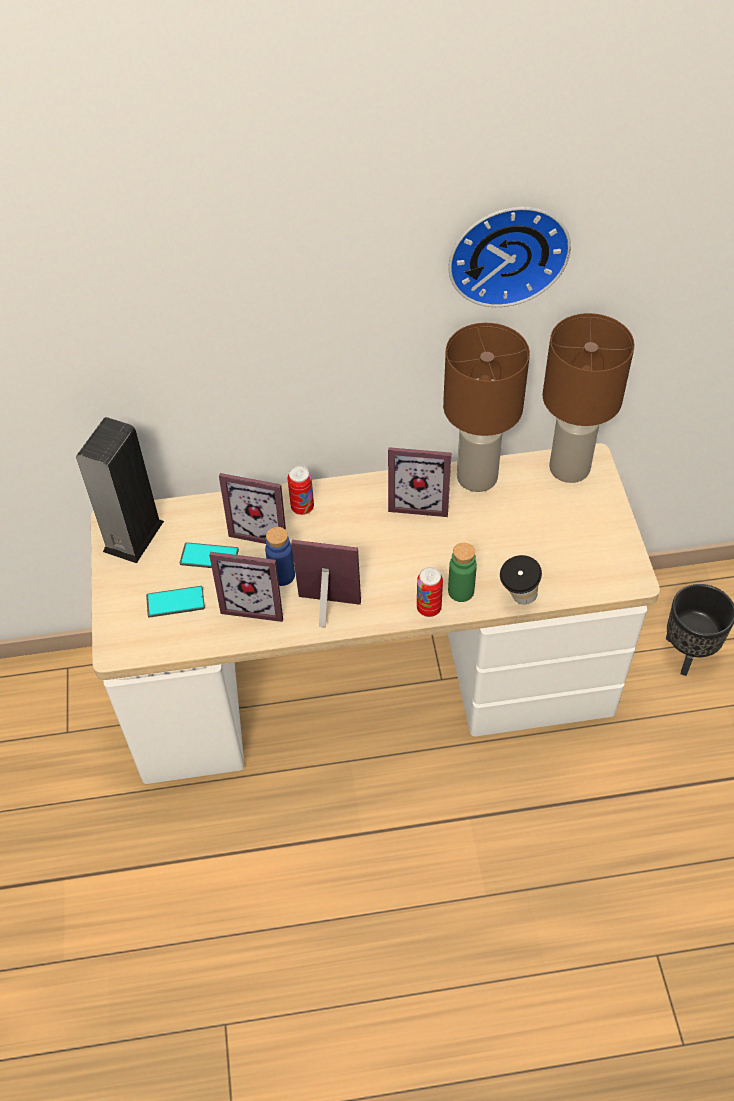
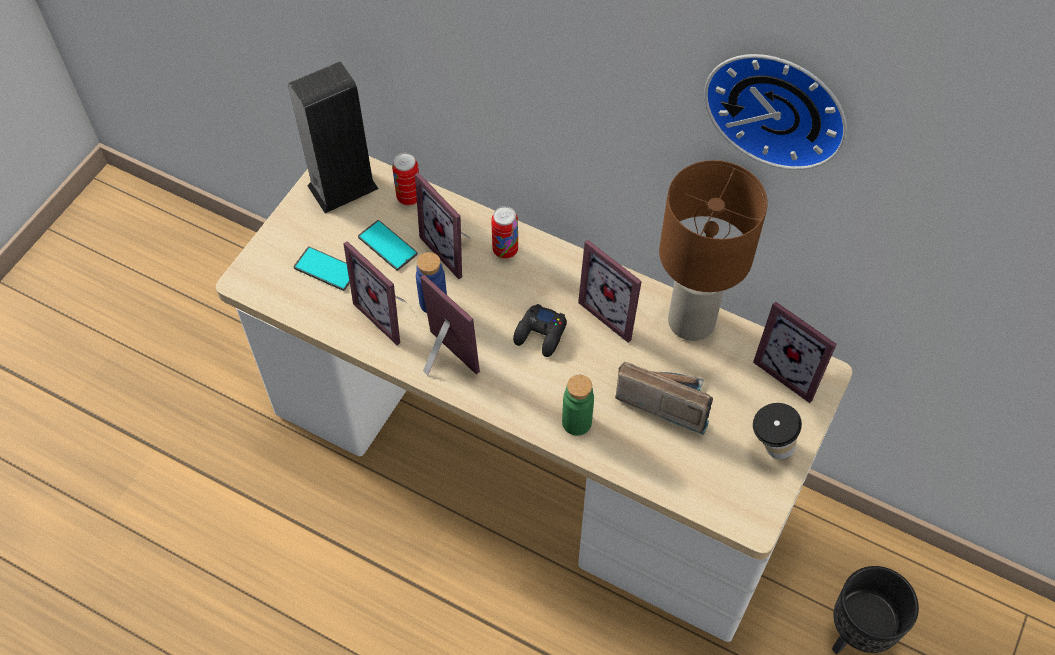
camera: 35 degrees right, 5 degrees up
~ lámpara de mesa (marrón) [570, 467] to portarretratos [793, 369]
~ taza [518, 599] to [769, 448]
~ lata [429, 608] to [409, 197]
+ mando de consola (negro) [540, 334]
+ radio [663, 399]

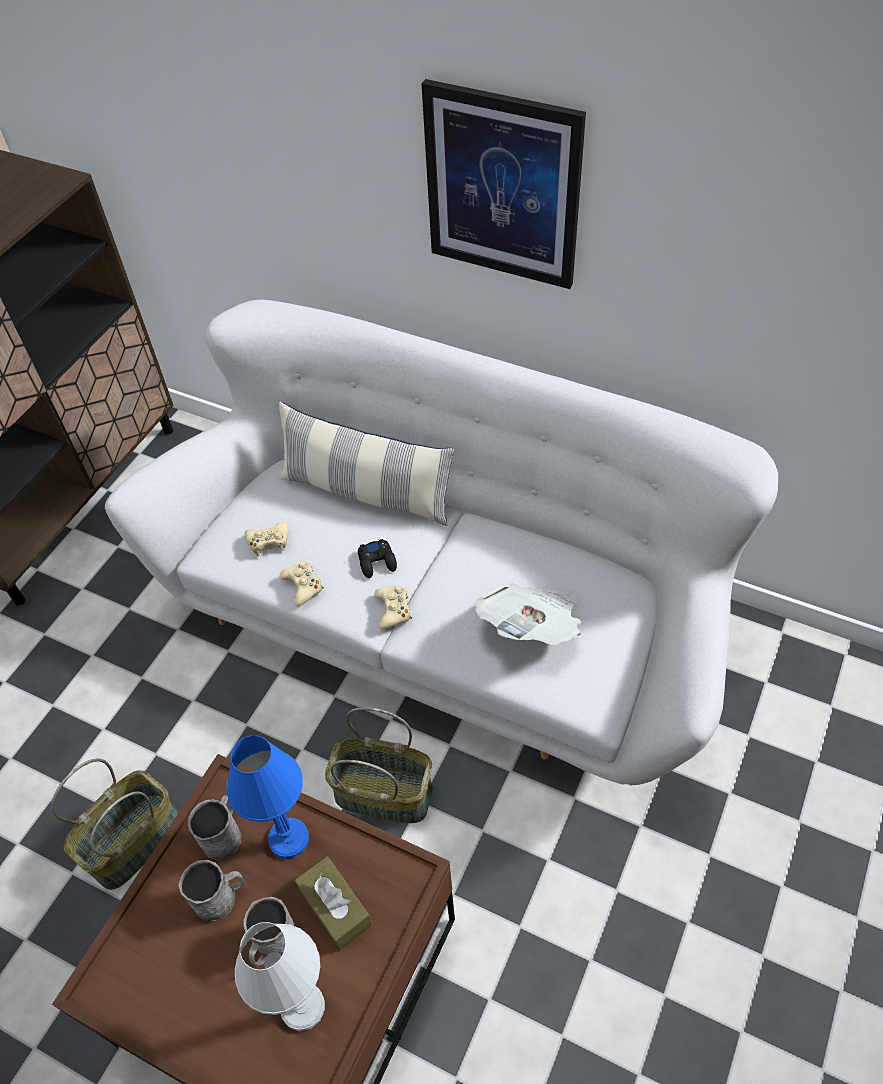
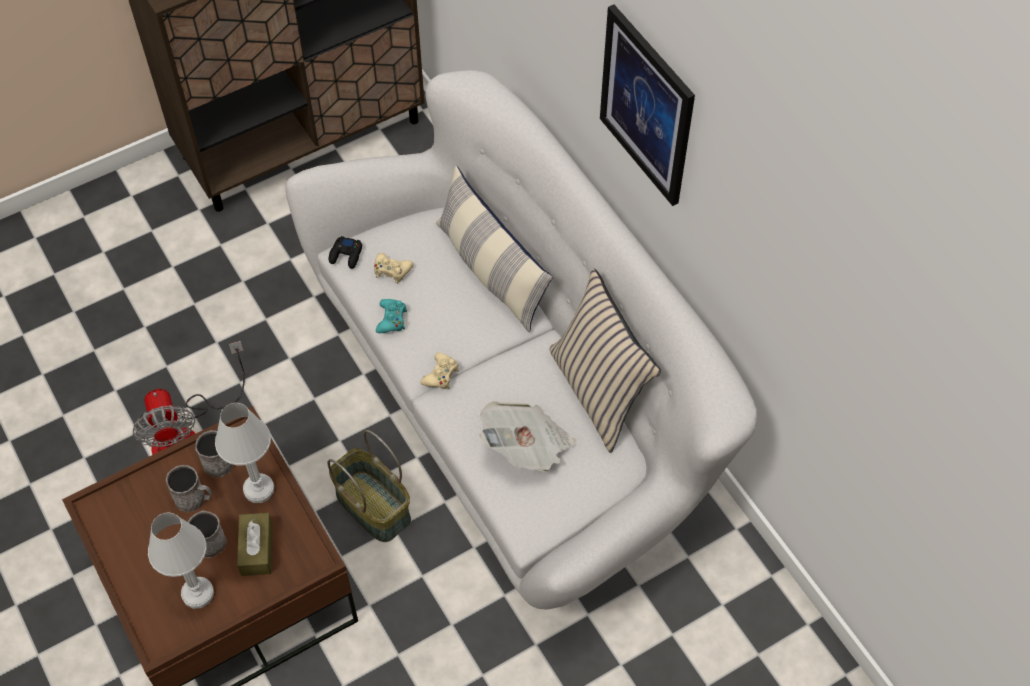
camera: 30 degrees right, 5 degrees up
~ mando de consola (negro) [377, 562] to [346, 255]
~ mando de consola (beis) [303, 586] to mando de consola (turquesa) [392, 319]
~ lámpara de mesa (azul) [289, 839] to lámpara de mesa (blanco) [259, 489]
~ cesta [133, 840] to ventilador [188, 434]
+ cojín (beis) [598, 392]

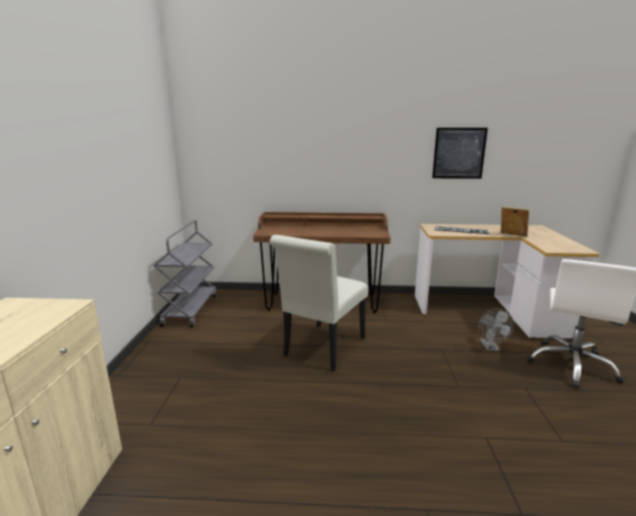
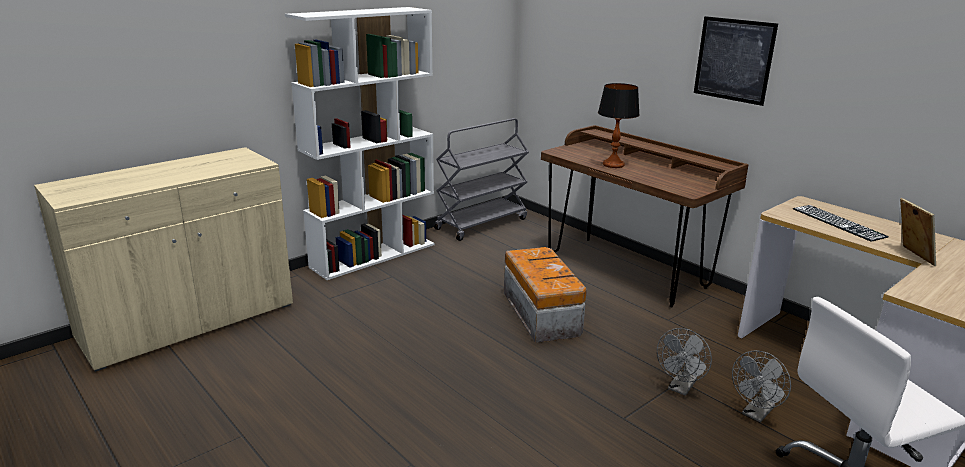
camera: 45 degrees right, 5 degrees up
~ cuadro [459, 153] to [734, 60]
~ silla (blanco) [322, 349] to caja de almacenaje [541, 313]
+ estantería (blanco) [374, 255]
+ lámpara de mesa [613, 164]
+ ventilador (gris) [680, 388]

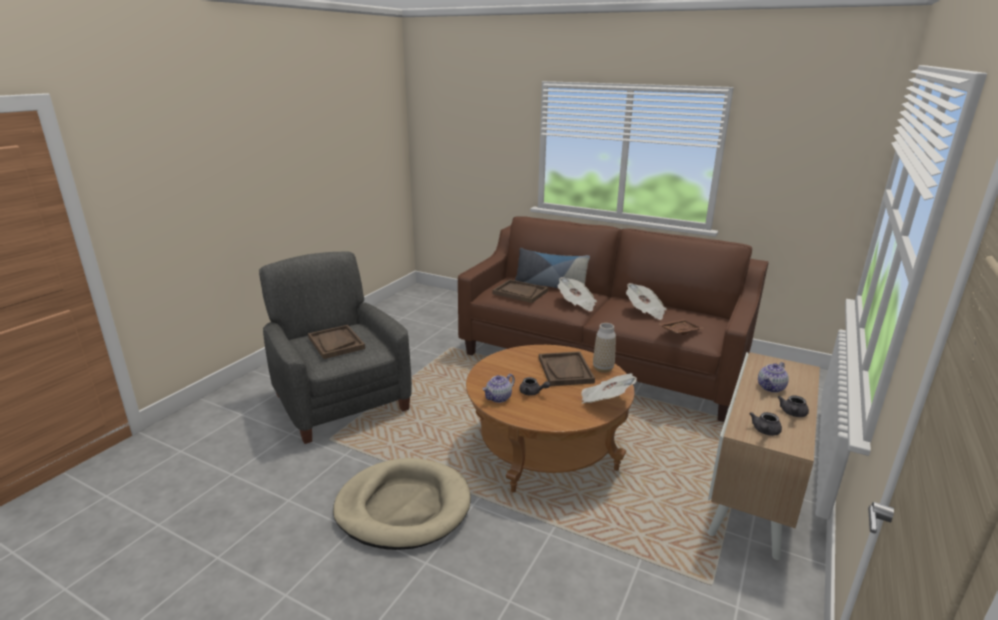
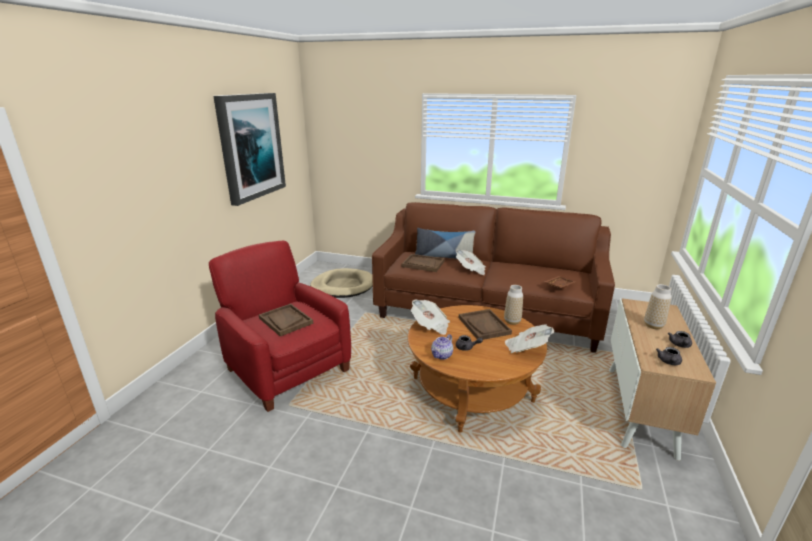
camera: 10 degrees left, 0 degrees up
~ sillón (gris) [341, 401] to sillón (rojo) [287, 369]
~ periódico [645, 312] to [430, 326]
~ tetera [771, 388] to florero [653, 326]
~ cama para perro (beis) [403, 507] to [343, 286]
+ cuadro [251, 146]

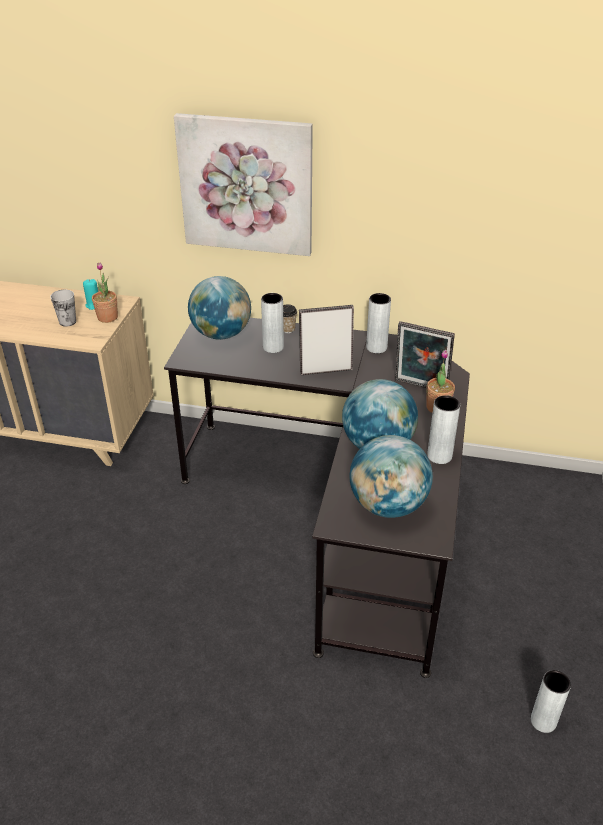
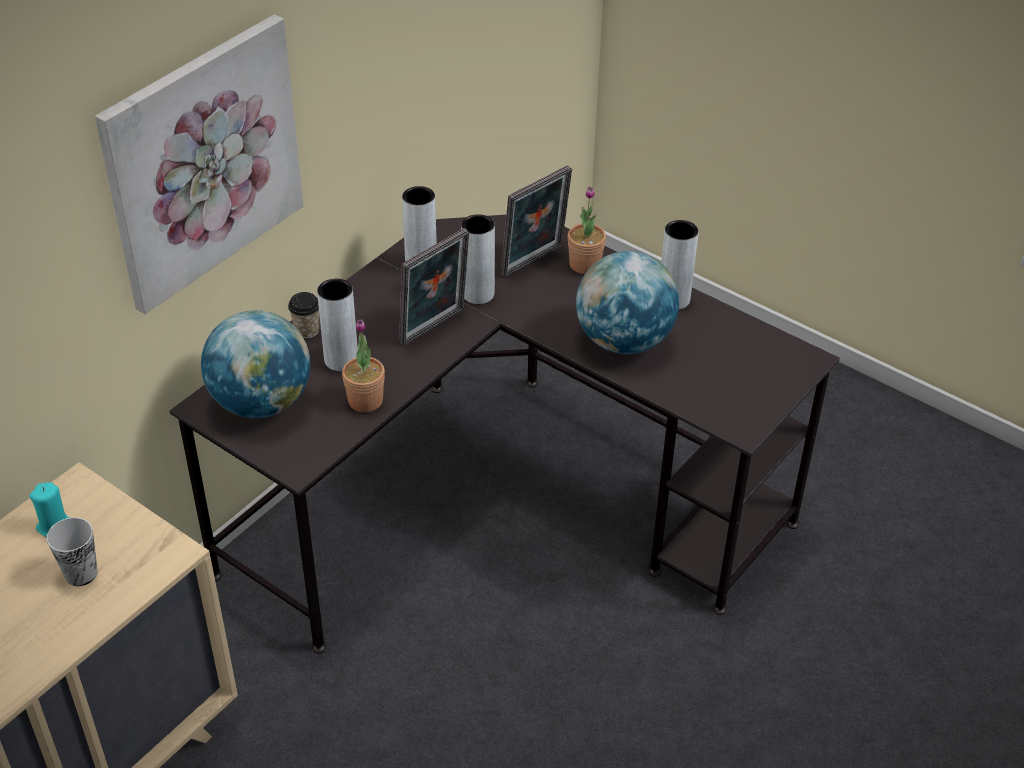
camera: 65 degrees left, 5 degrees up
~ planta en maceta [107, 317] to [365, 401]
~ portarretratos [325, 369] = [435, 328] 150 degrees counterclockwise
- globo terráqueo [387, 505]
~ florero (gris) [543, 721] to [478, 294]

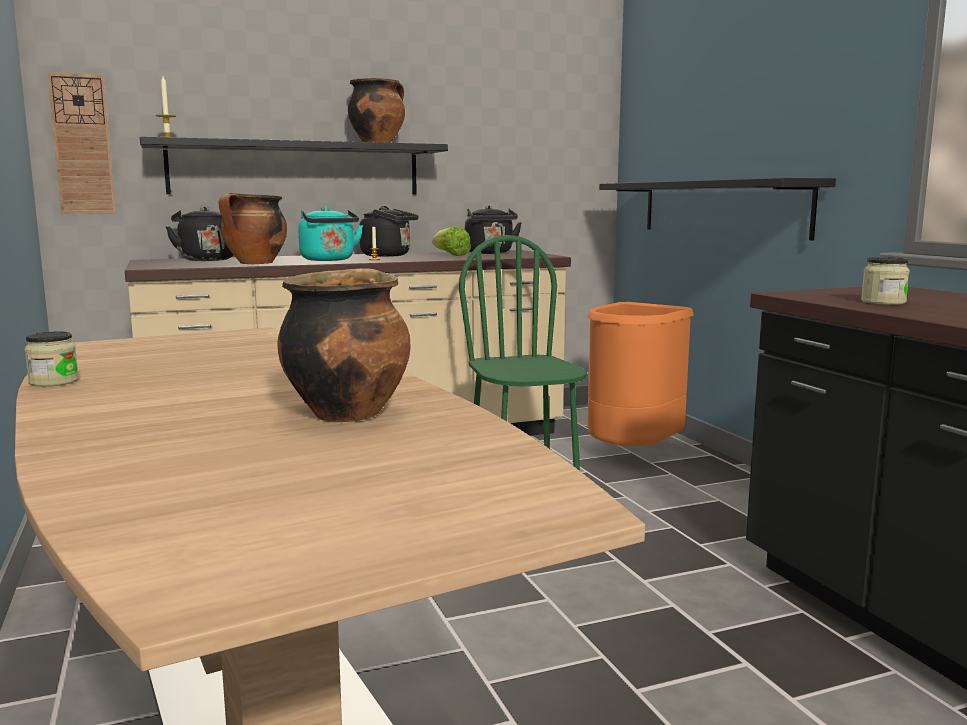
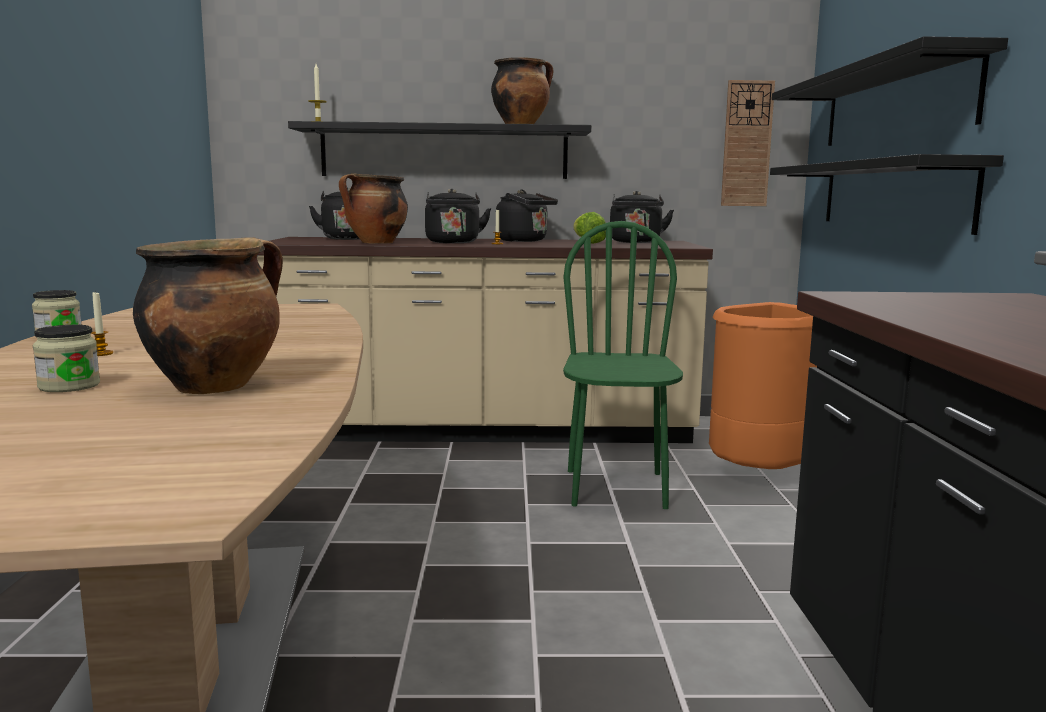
camera: 20 degrees right, 0 degrees up
~ reloj de pared [82, 144] to [747, 144]
~ hervidor (turquesa) [329, 260] to hervidor (negro) [453, 242]
~ tarro [883, 302] to [69, 386]
+ estante (negro) [894, 104]
+ vela [101, 354]

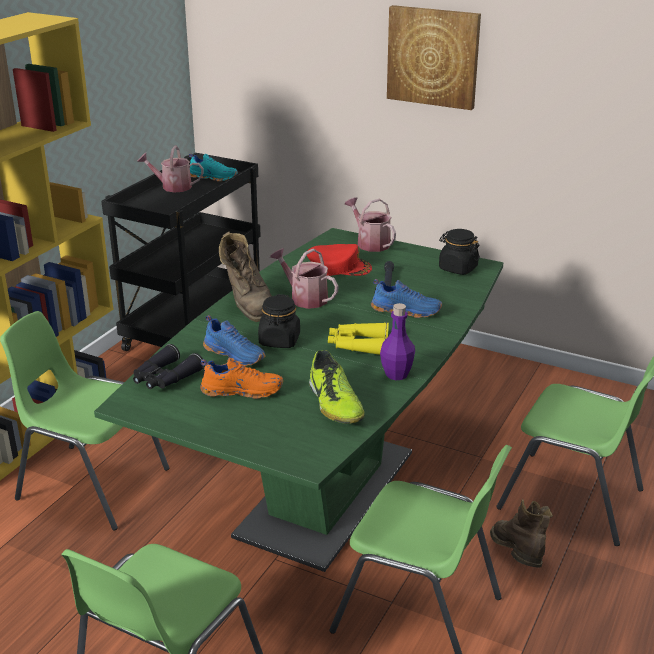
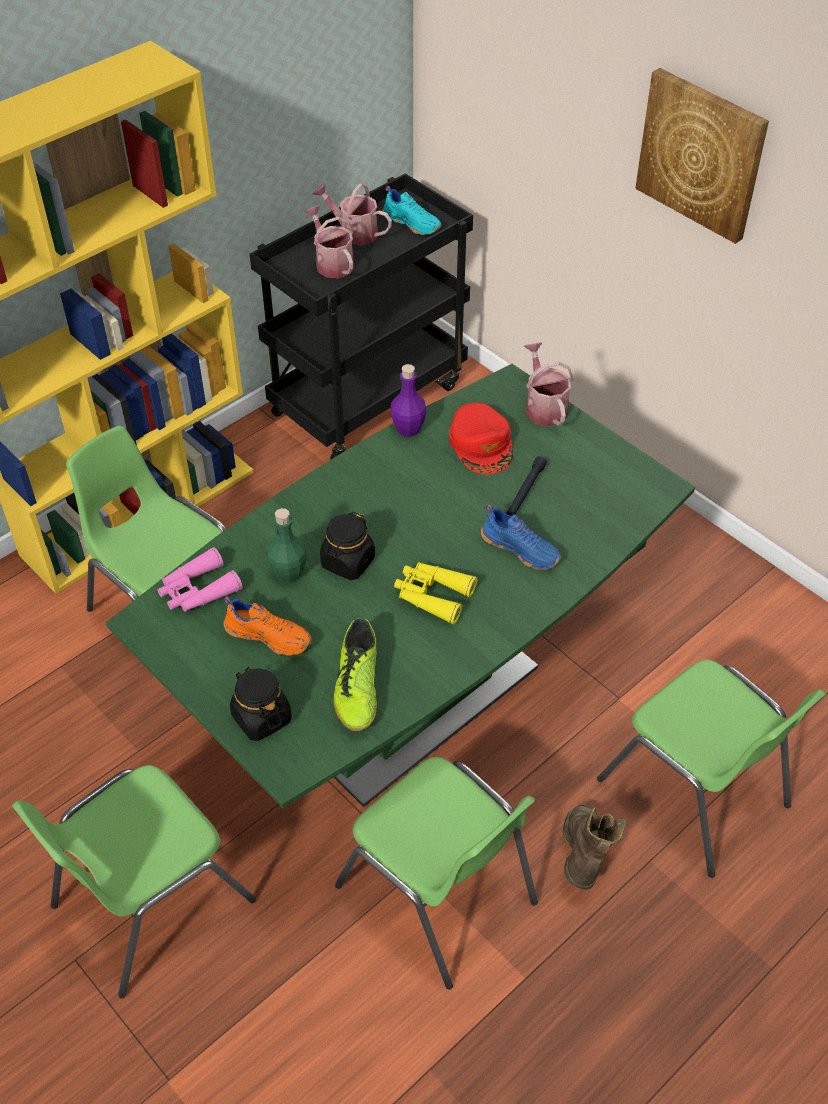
camera: 20 degrees right, 20 degrees up
~ tarro (negro) [457, 268] to [261, 718]
- bota (marrón) [248, 305]
~ gorra (rojo) [339, 267] = [482, 444] 45 degrees clockwise
~ regadera [305, 298] to [332, 263]
~ botella (morado) [396, 374] to [408, 429]
~ zapato (azul) [235, 354] to botella (verde) [288, 573]
~ prismáticos (negro) [165, 378] to prismáticos (rosa) [197, 591]

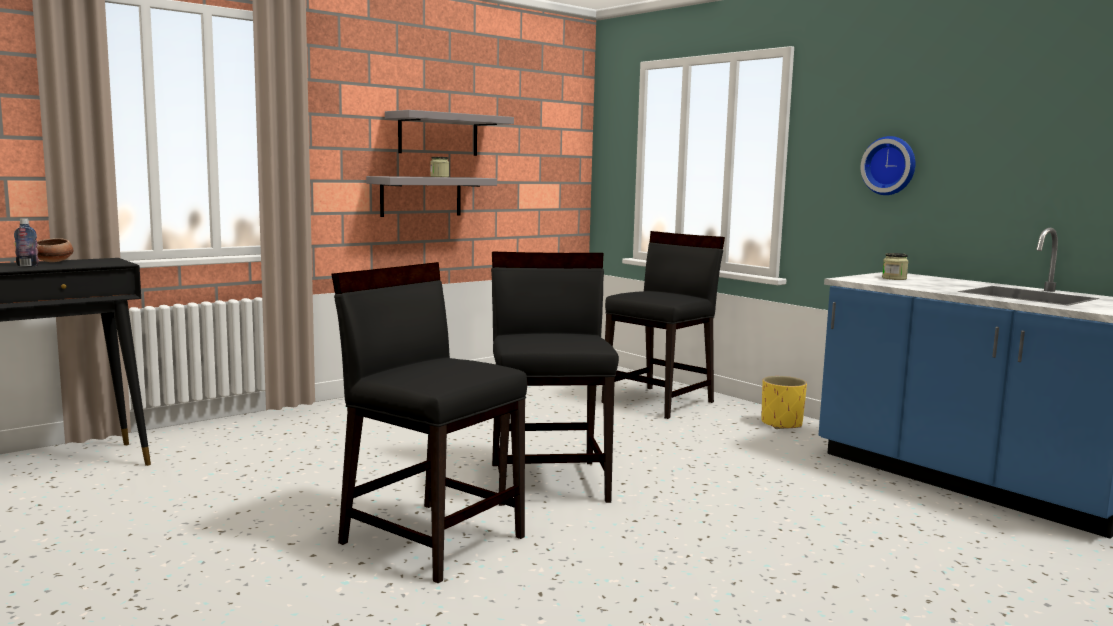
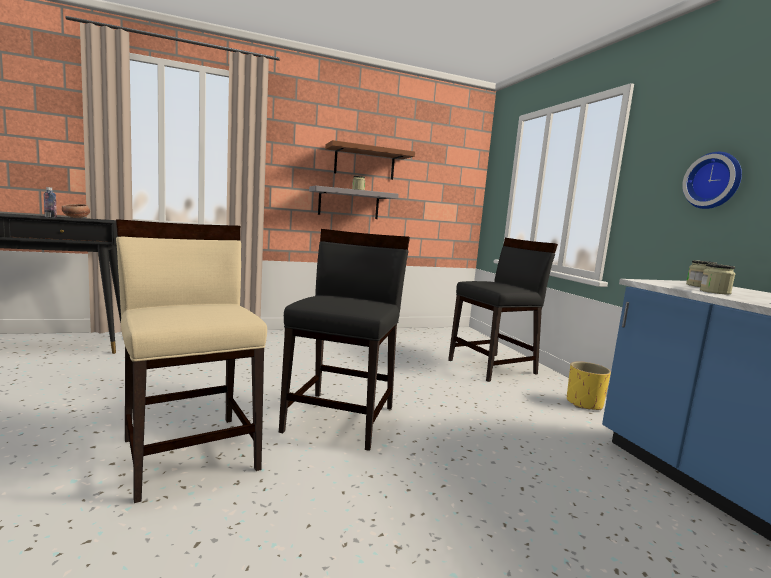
camera: 20 degrees right, 0 degrees up
~ estante (gris) [438, 134] to estante (marrón) [364, 163]
~ silla (negro) [432, 538] to silla (beis) [191, 453]
+ tarro [715, 292]

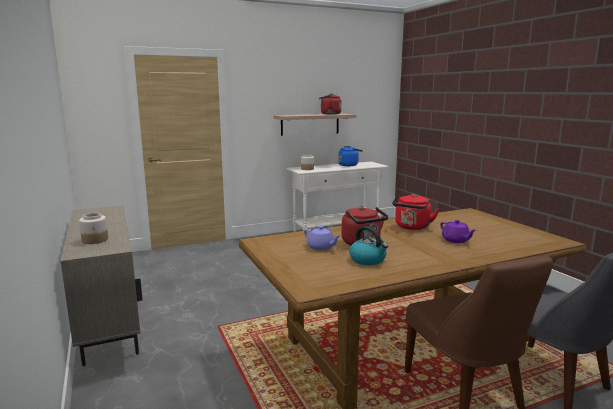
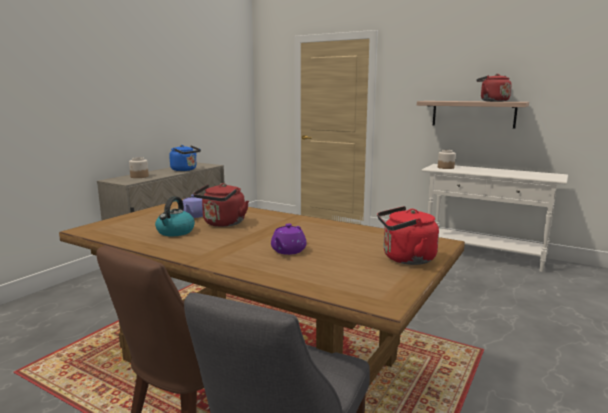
camera: 55 degrees right, 0 degrees up
~ hervidor (azul) [349, 165] to [185, 170]
~ hervidor (rojo) [412, 227] to [405, 259]

